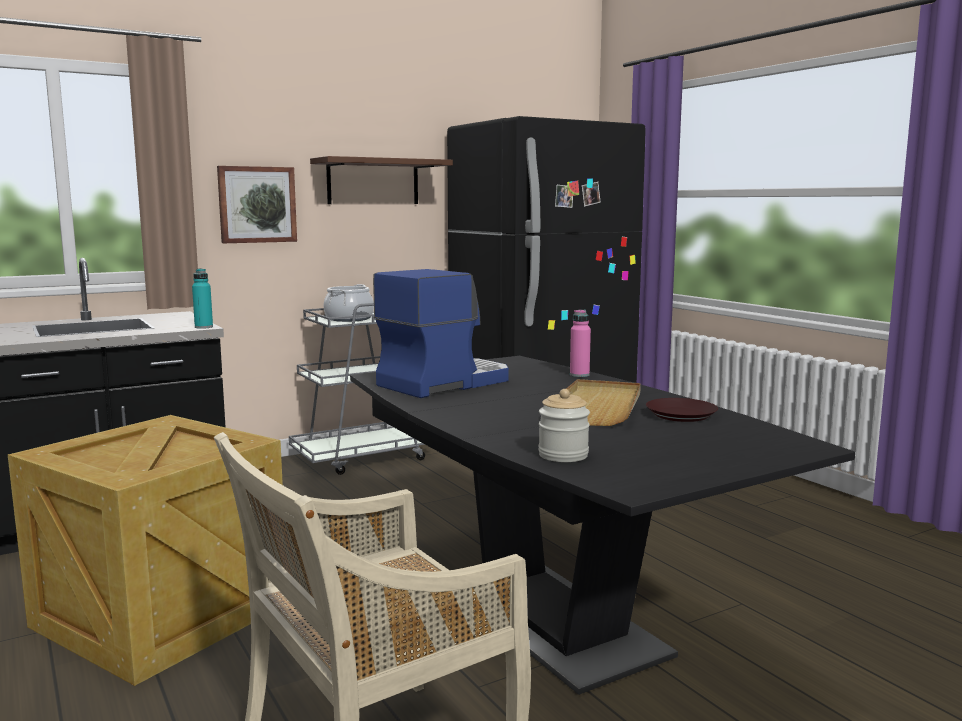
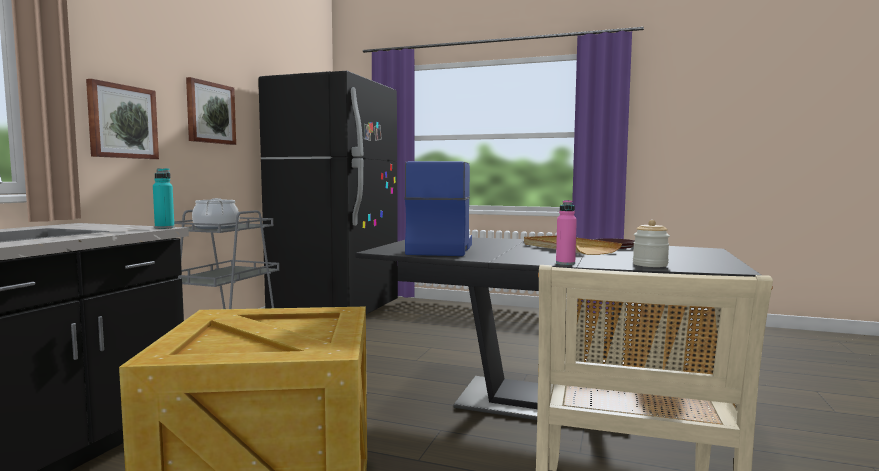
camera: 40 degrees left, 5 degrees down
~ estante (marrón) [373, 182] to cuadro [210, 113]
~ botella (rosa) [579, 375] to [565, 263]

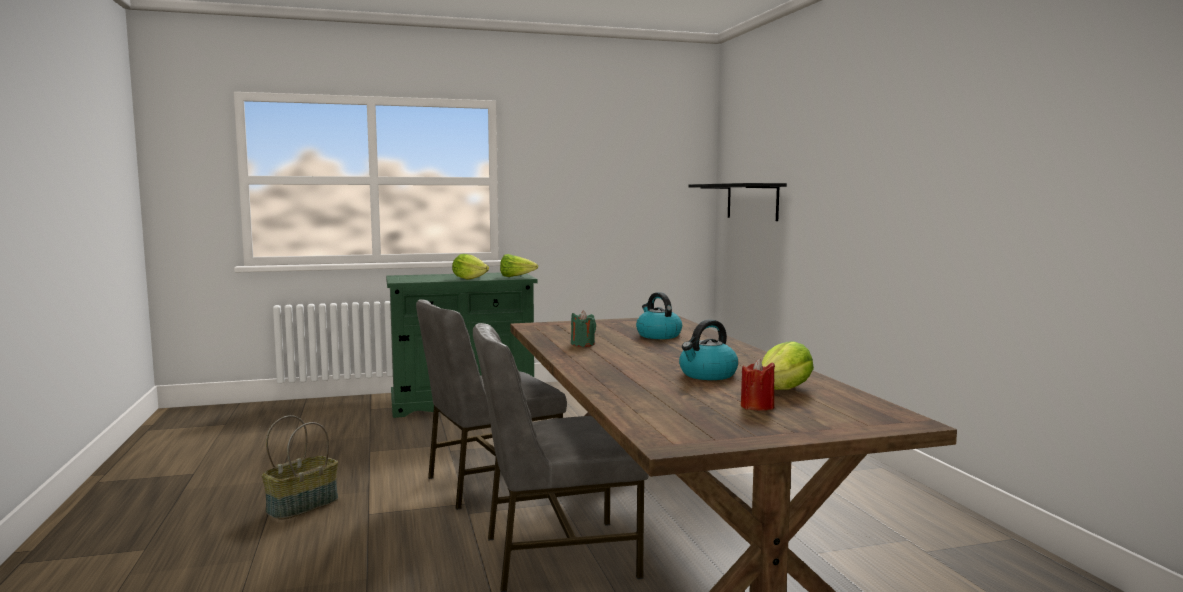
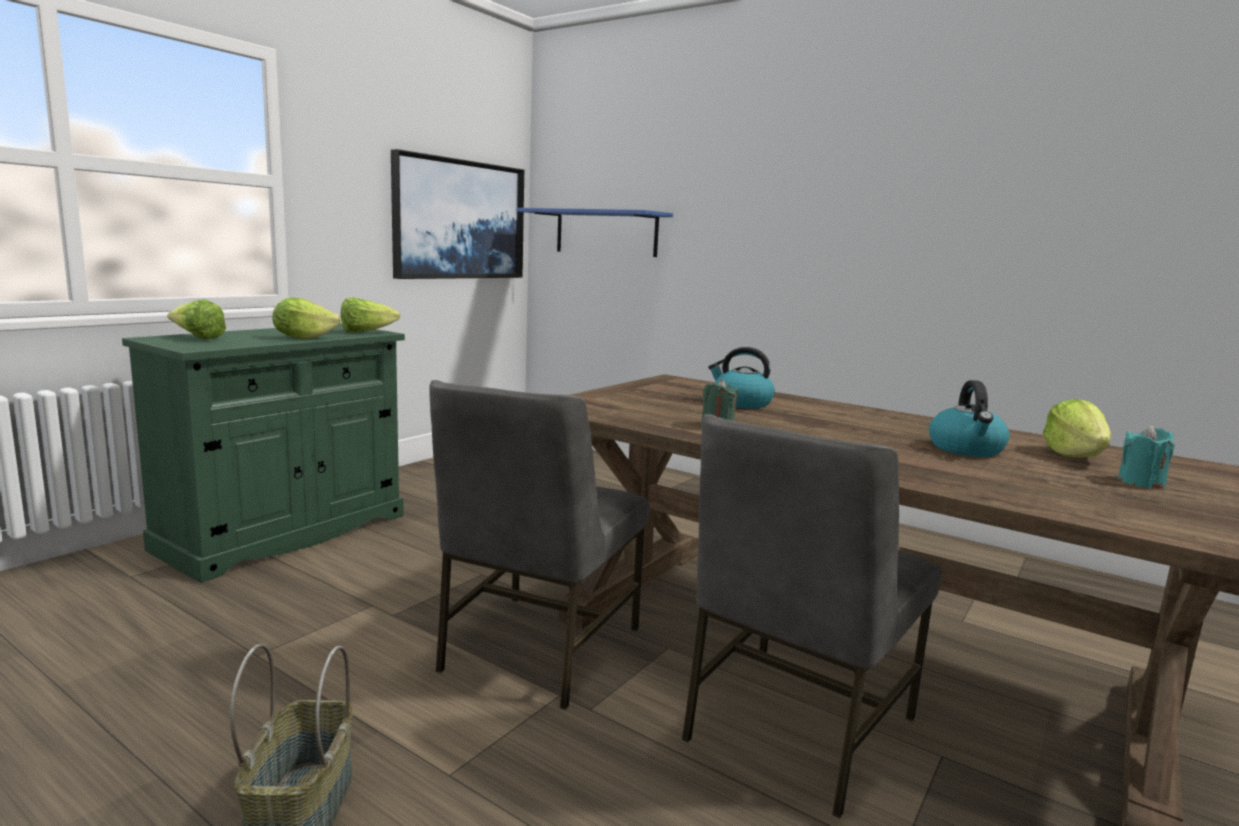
camera: 40 degrees left, 5 degrees up
~ estante (negro) [752, 201] to estante (azul) [606, 233]
~ vela (rojo) [757, 406] to vela (turquesa) [1141, 482]
+ cuadro [459, 220]
+ lechuga [197, 338]

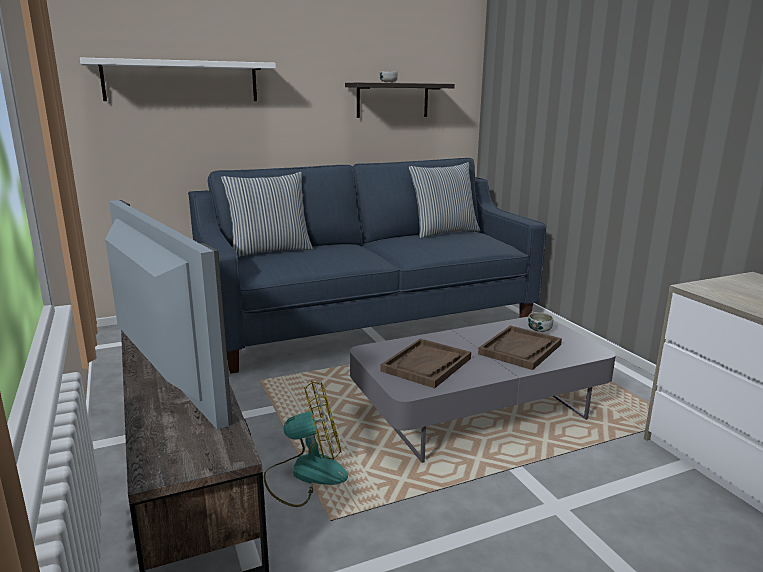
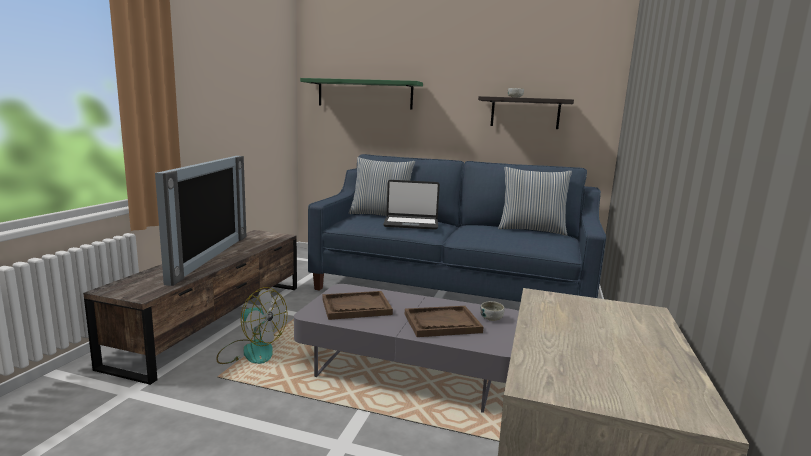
camera: 40 degrees right, 5 degrees down
~ estante (blanco) [181, 81] to estante (verde) [364, 94]
+ portátil [411, 224]

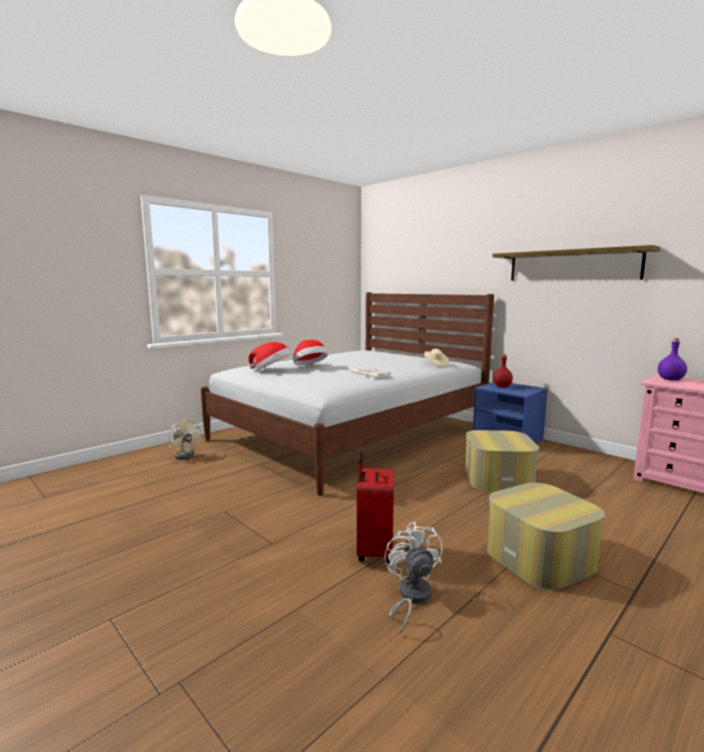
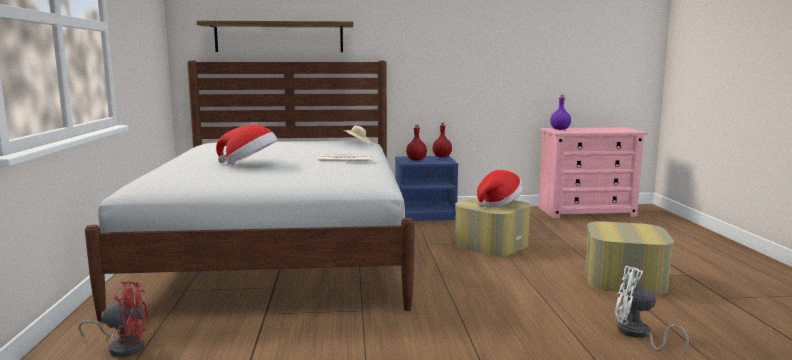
camera: 50 degrees left, 0 degrees up
~ estante [572, 265] to [279, 37]
~ sombrero [272, 370] to [498, 204]
~ ventilador (beis) [186, 454] to ventilador (rojo) [123, 347]
- maleta (rojo) [373, 551]
+ botella (rojo) [442, 157]

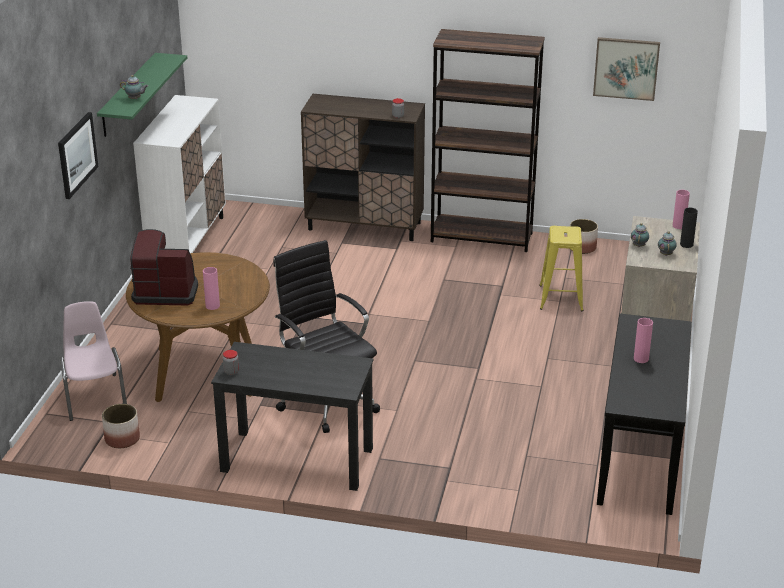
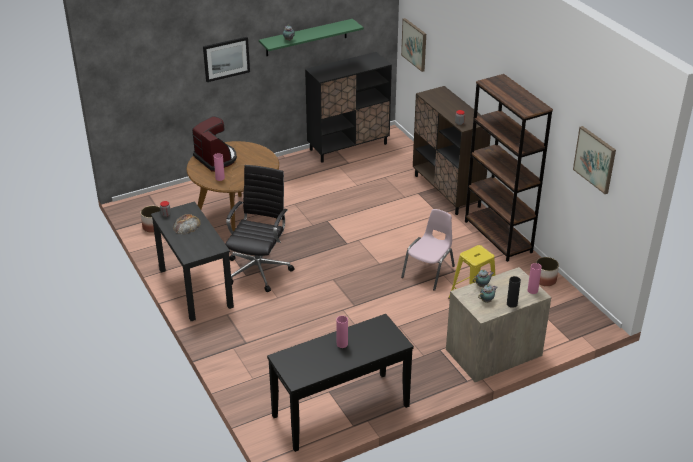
camera: 50 degrees right, 5 degrees up
~ armario (blanco) [187, 240] to armario (negro) [348, 146]
~ silla (rosa) [94, 397] to [429, 272]
+ cuadro [414, 44]
+ pan [186, 225]

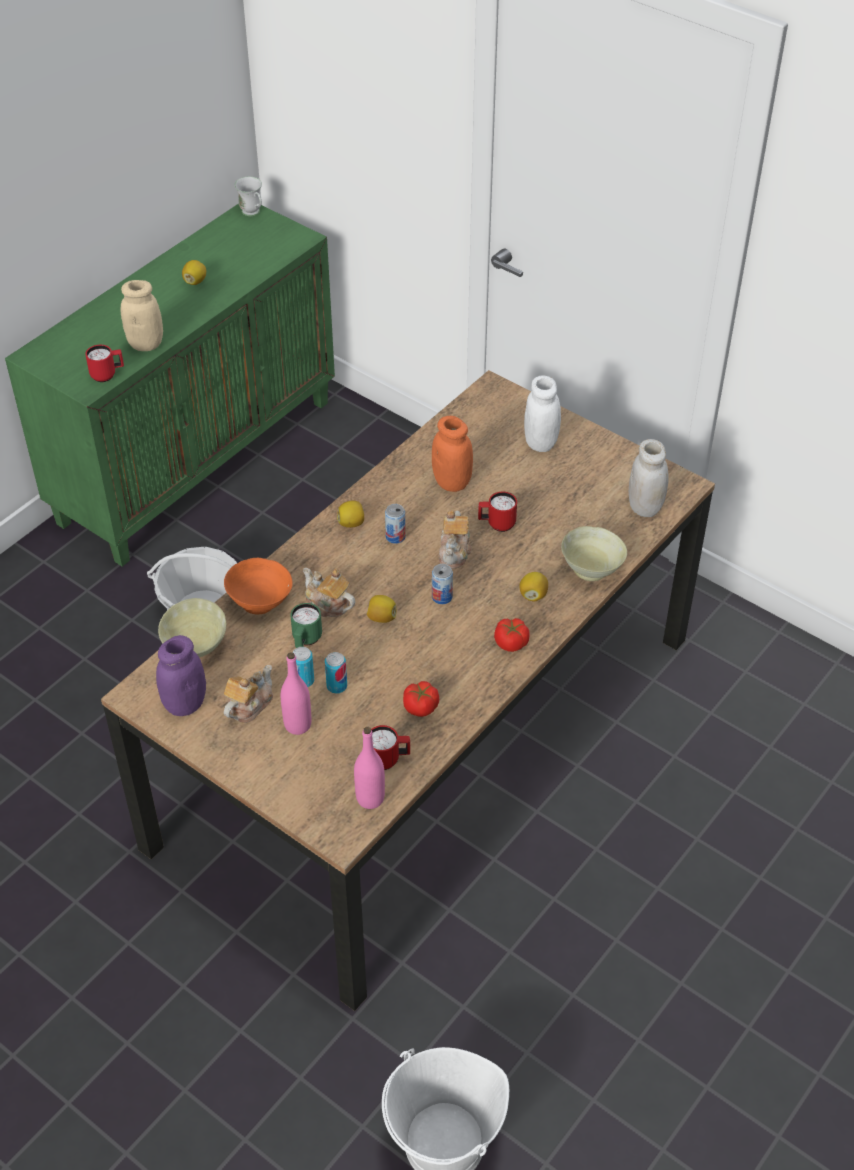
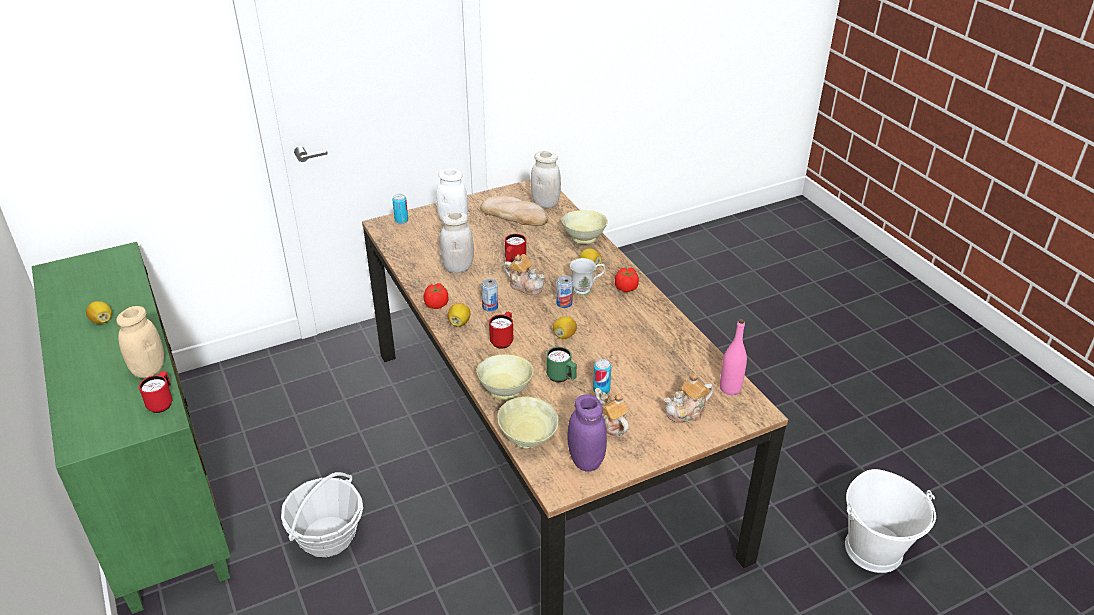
camera: 65 degrees left, 10 degrees down
~ taza grande (blanco) [253, 213] to [586, 289]
~ tarro (naranja) [452, 482] to tarro (blanco) [458, 267]
~ cuenco (naranja) [261, 603] to cuenco (beis) [506, 390]
~ tetera [328, 604] to [687, 412]
- botella (rosa) [297, 725]
~ lata [337, 686] to [401, 220]
~ tomate [421, 707] to [436, 304]
~ taza grande (rojo) [388, 760] to [503, 340]
+ pan [514, 214]

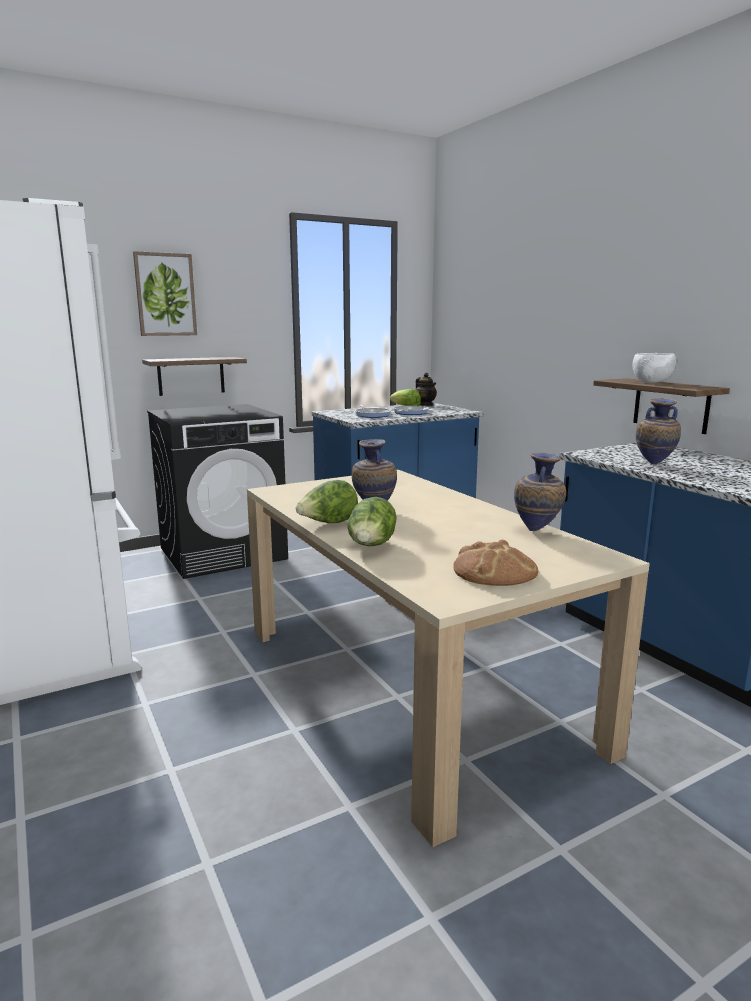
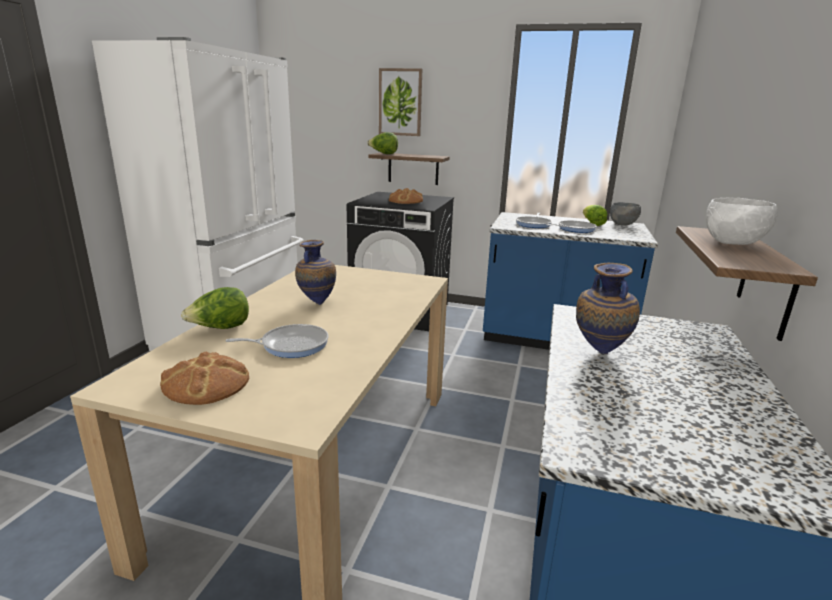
camera: 45 degrees right, 5 degrees up
~ tetera [425, 405] to cuenco (gris) [623, 224]
- florero [537, 531]
~ lechuga [328, 524] to [383, 154]
+ pan [405, 201]
+ sartén [291, 345]

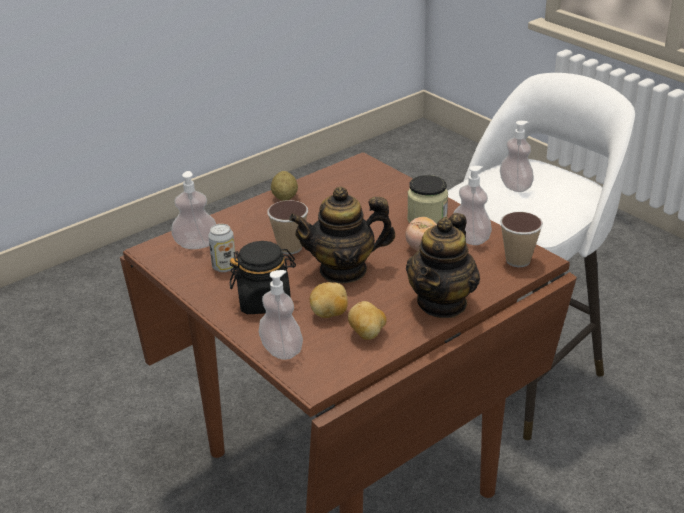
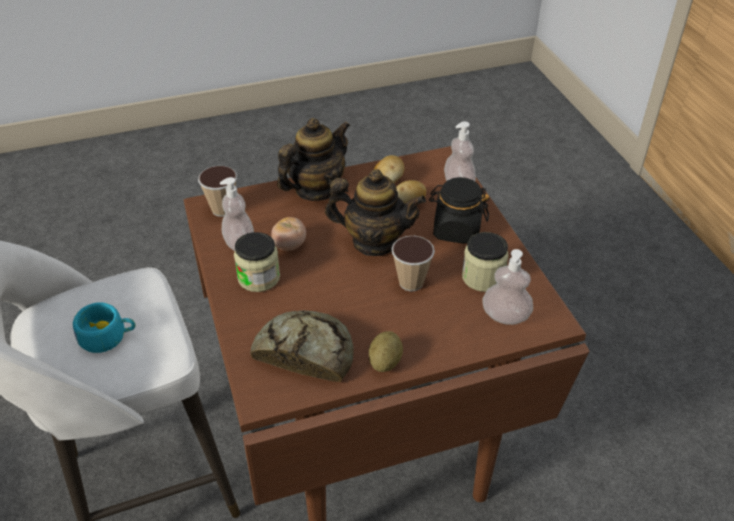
camera: 160 degrees left, 10 degrees up
~ dispensador de jabón [515, 187] to taza (turquesa) [108, 337]
~ lata [224, 267] to tarro [482, 277]
+ pan [305, 352]

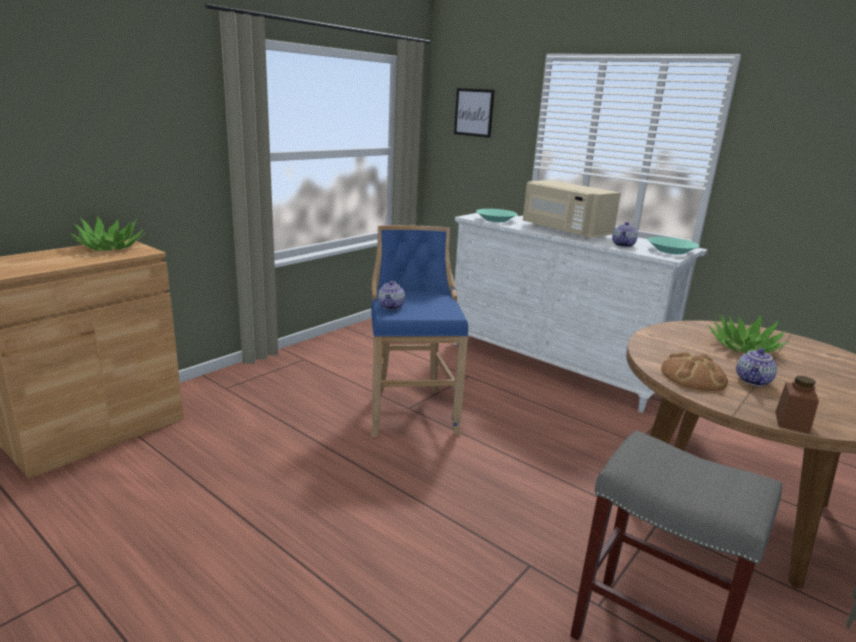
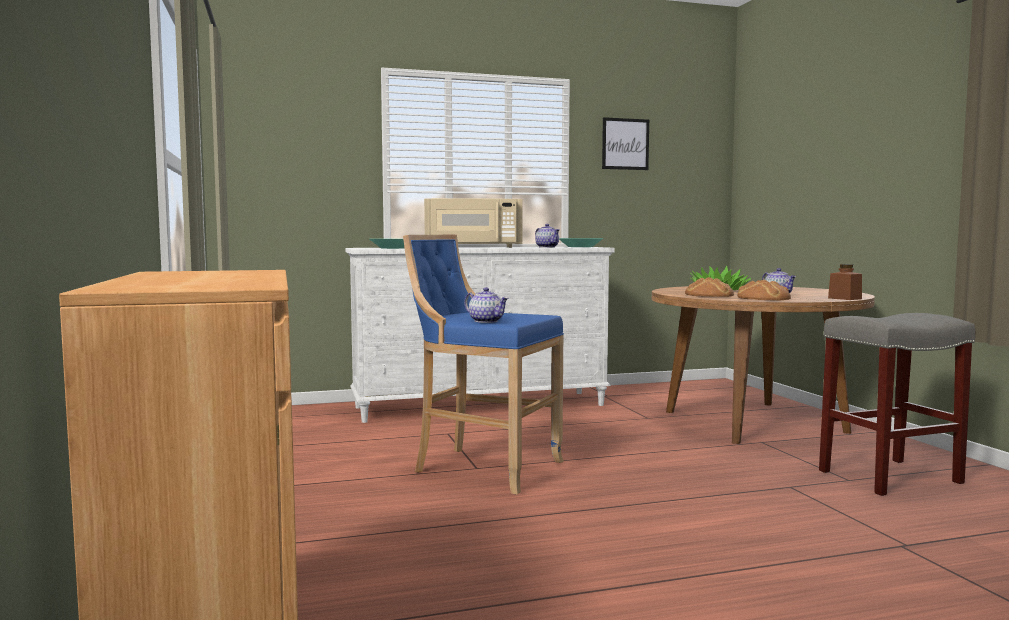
camera: 55 degrees left, 15 degrees down
~ cuadro [474, 112] to [625, 144]
- planta en maceta [110, 247]
+ pan [709, 295]

